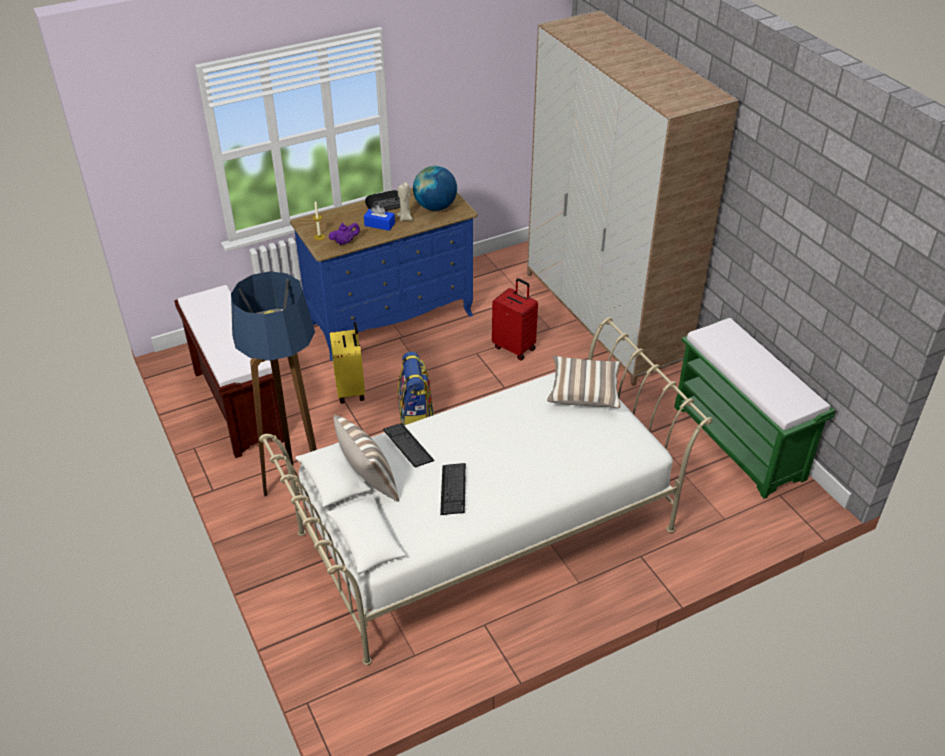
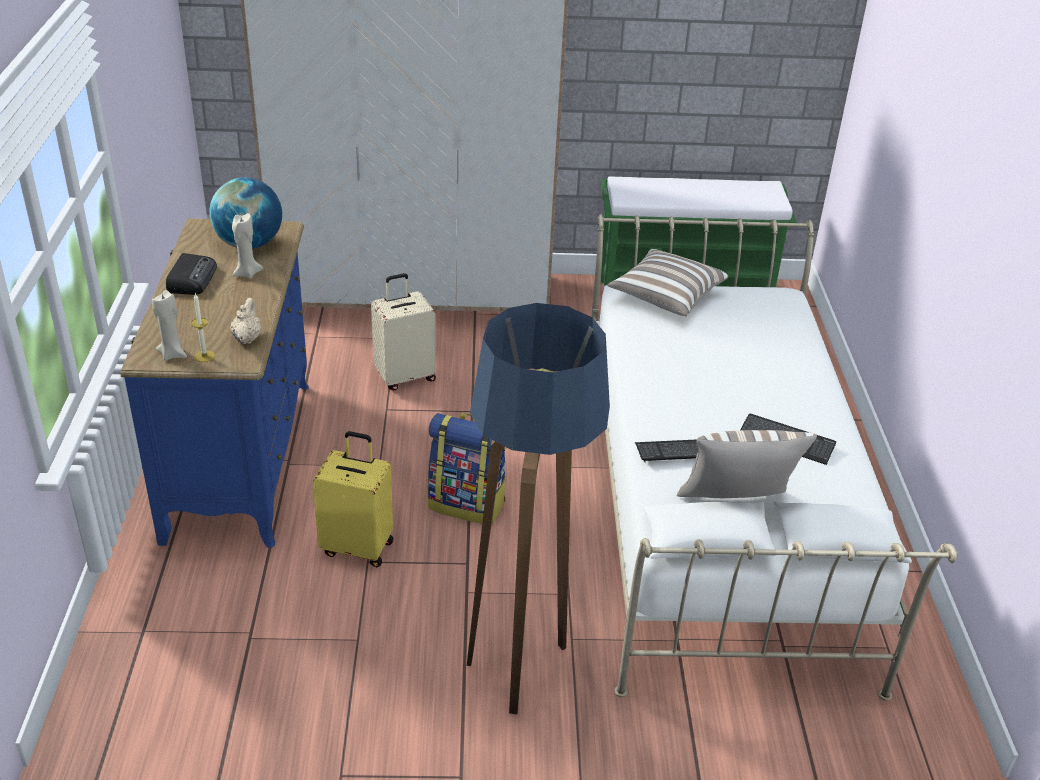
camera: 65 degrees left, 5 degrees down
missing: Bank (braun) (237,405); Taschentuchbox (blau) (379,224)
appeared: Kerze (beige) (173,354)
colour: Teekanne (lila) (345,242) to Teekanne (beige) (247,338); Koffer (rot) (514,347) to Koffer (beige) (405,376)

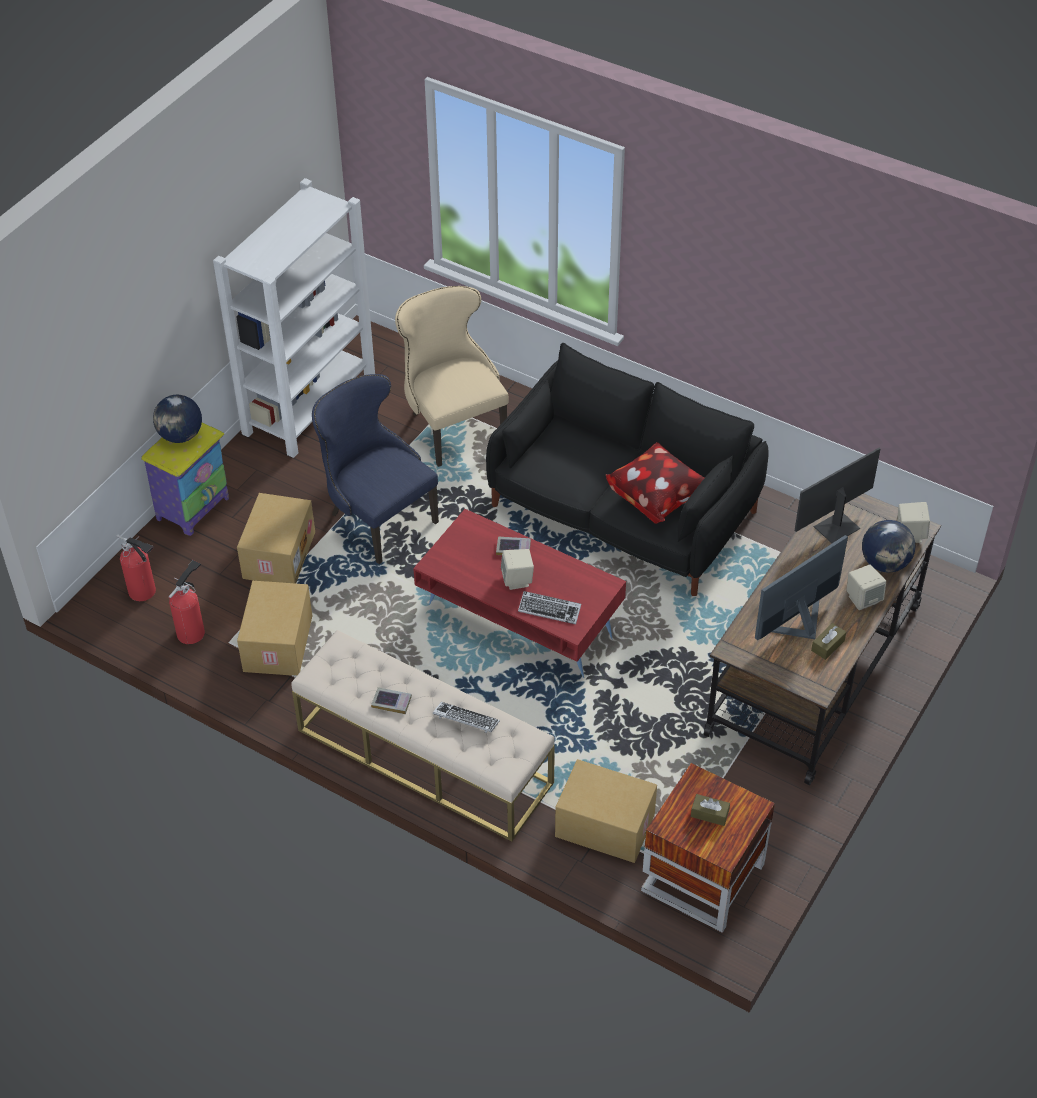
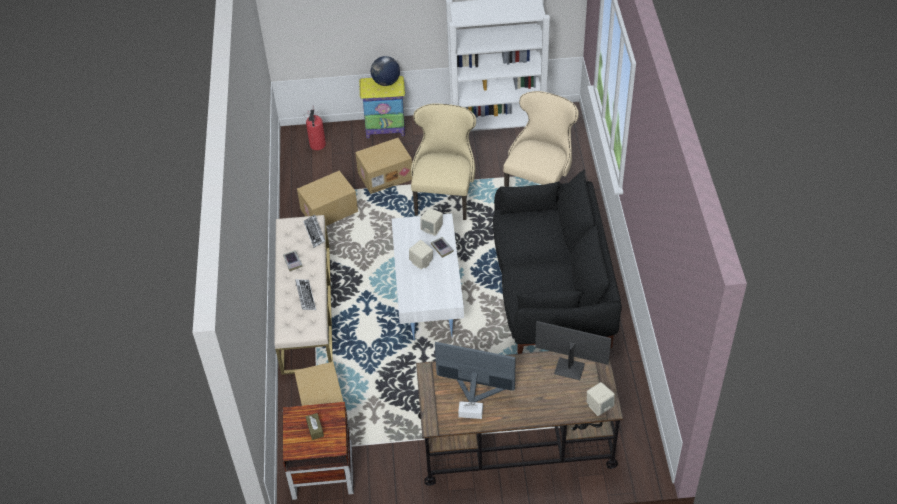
camera: 55 degrees right, 0 degrees up
missing: Feuerlöscher (193,631); Kissen (657,497); Globus (885,563)
relocated: Tastatur (549,610) to (314,233); Lautsprecher (beige) (863,599) to (432,229)
colour: Stuhl (blau) (378,519) to Stuhl (beige) (445,196); Couchtisch (rot) (520,622) to Couchtisch (weiß) (429,293); Taschentuchbox (braun) (827,645) to Taschentuchbox (weiß) (470,413)

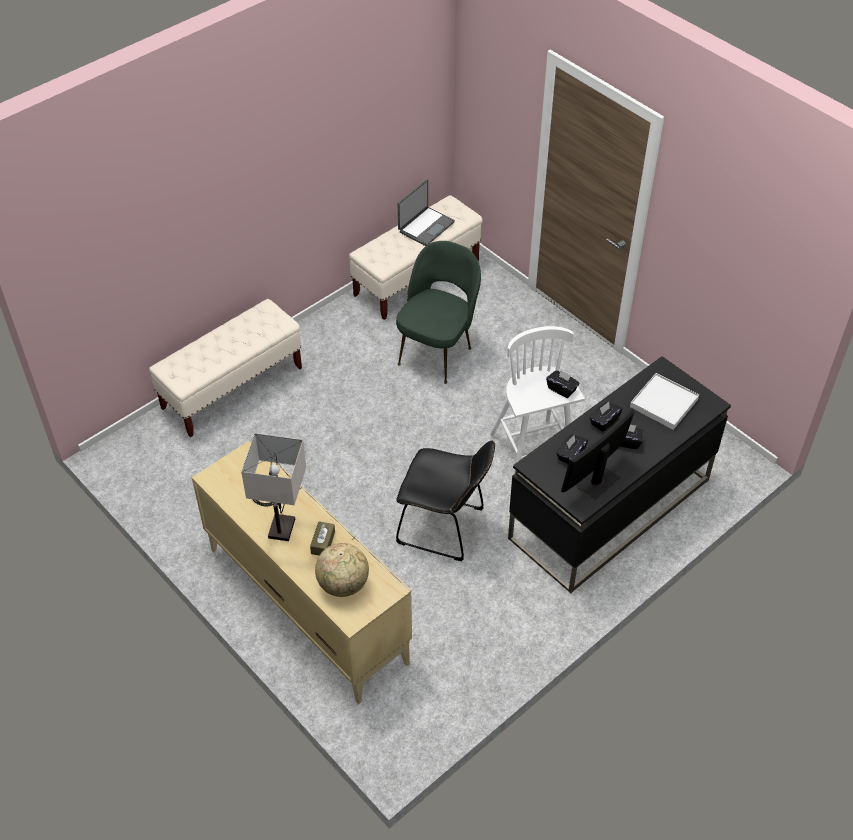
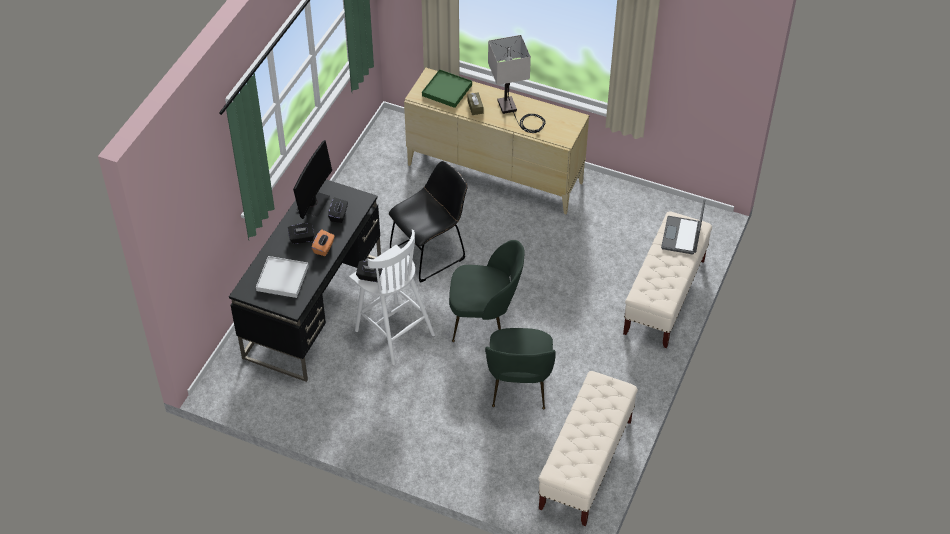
camera: 155 degrees right, 0 degrees up
appeared: Stuhl (grün) (485,324)
relocated: Laptop (425,226) to (682,236)
exchanged: Globus (343,584) to Tablett (grün) (447,90)
colour: Taschentuchbox (schwarz) (604,421) to Taschentuchbox (orange) (324,248)
spun: Stuhl (schwarz) (445,527) = (430,252) 150 degrees clockwise

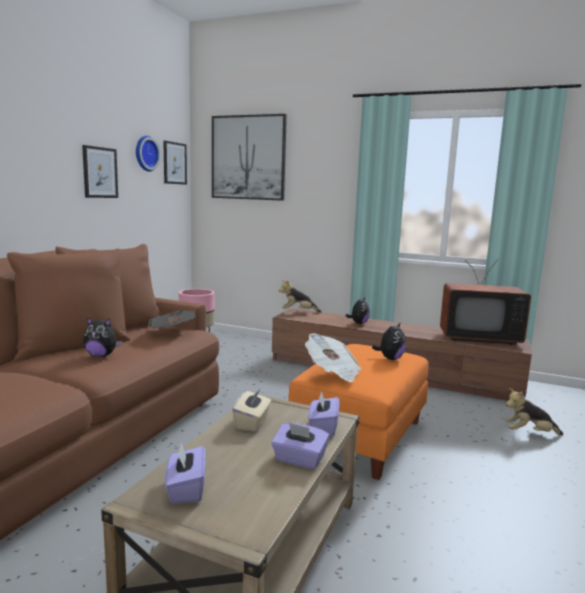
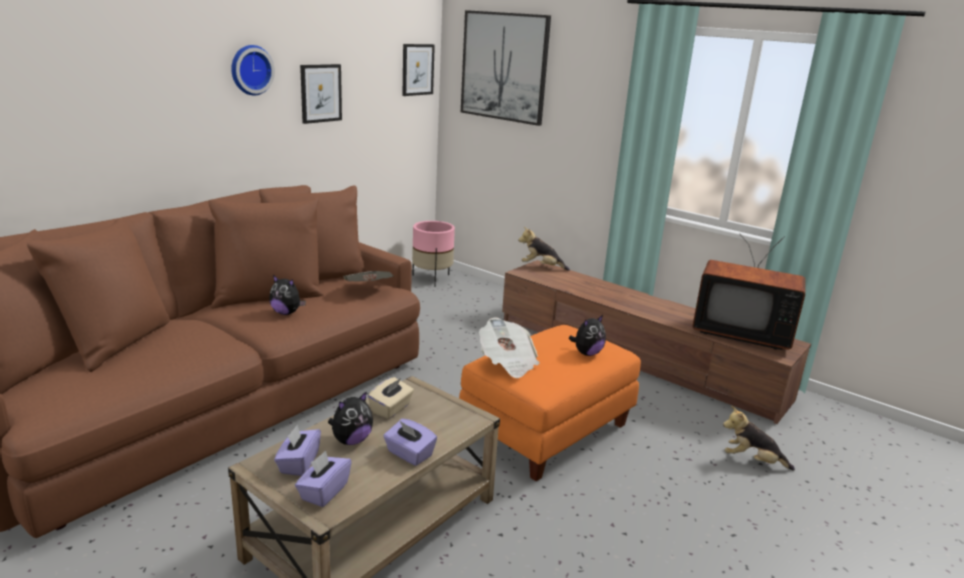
camera: 15 degrees right, 10 degrees up
relocated: Wanduhr (145,153) to (250,70); Taschentuchbox (lila) (323,427) to (324,492); Plüschtier (358,323) to (351,440)

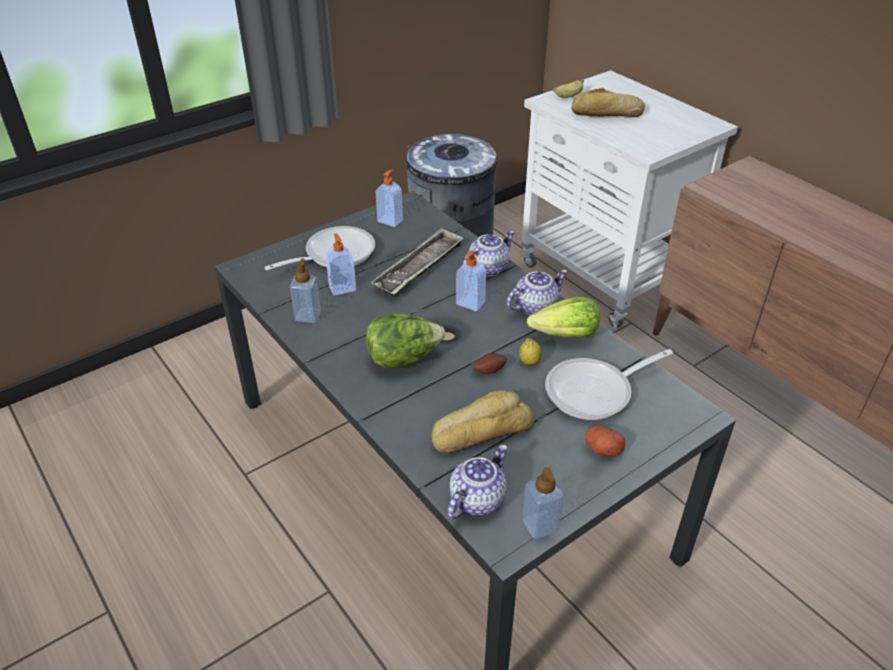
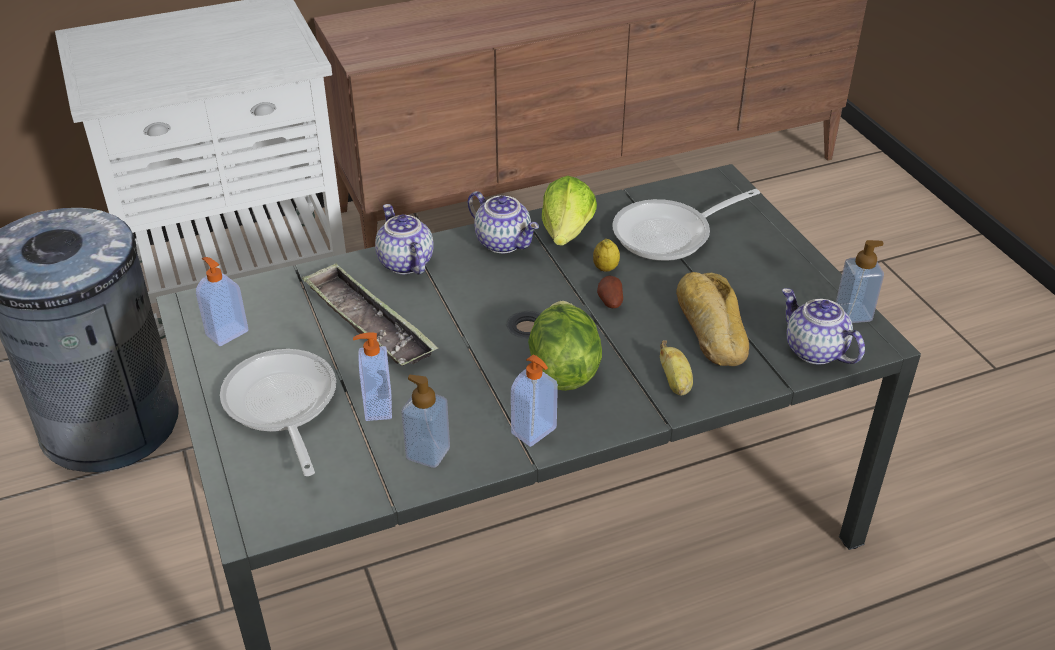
camera: 75 degrees left, 0 degrees up
missing: Brot (607,113); Kartoffel (602,449)
relocated: Seifenspender (469,304) to (535,432); Banane (568,96) to (675,383)
spun: Teekanne (535,306) = (504,242) 150 degrees clockwise; Pfanne (595,392) = (670,234) 75 degrees clockwise

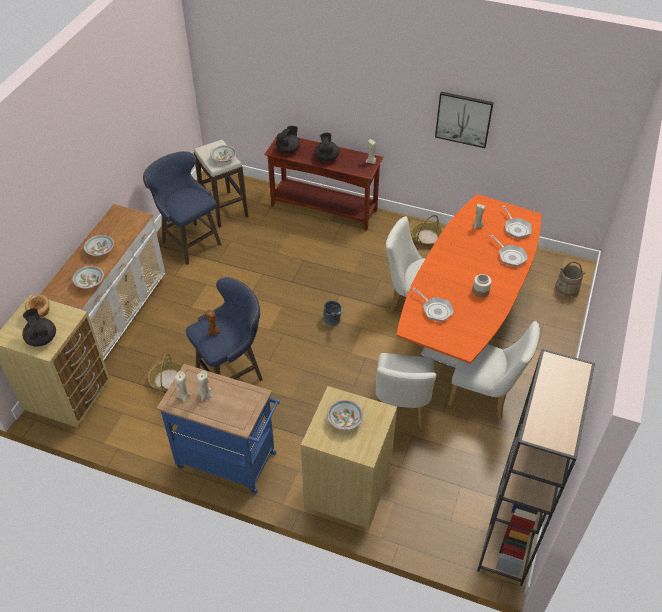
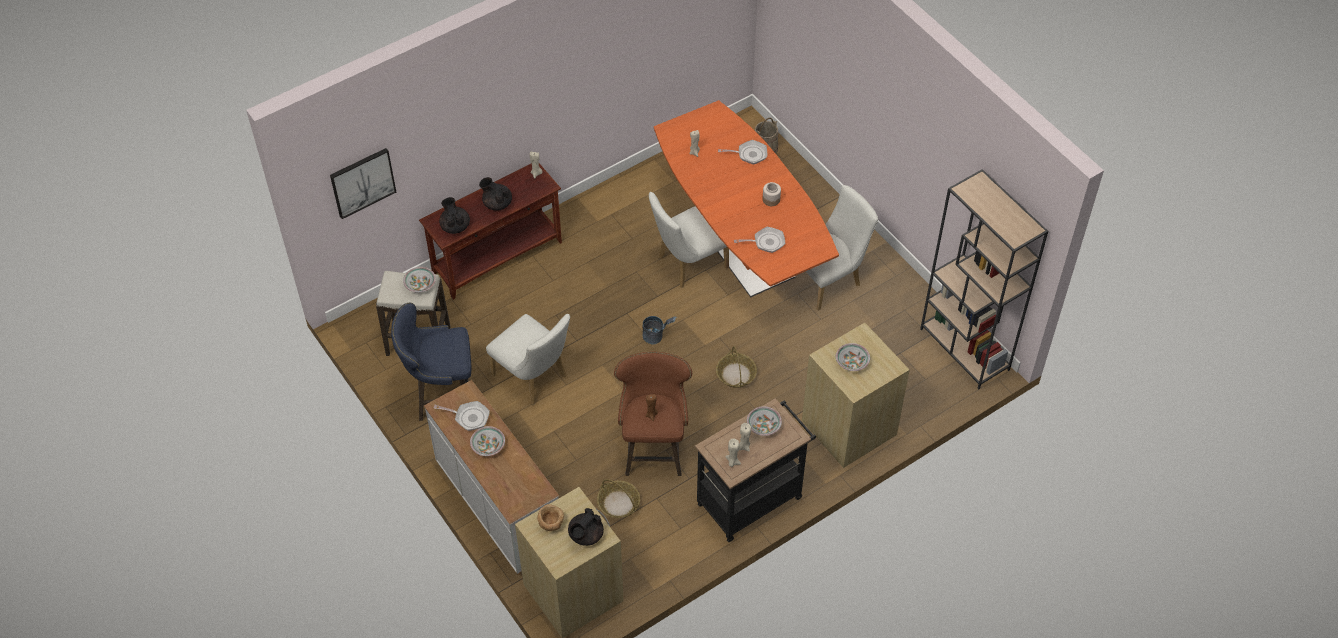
camera: 55 degrees left, 5 degrees up
relocated: Schüssel (89,282) to (763,426); Stuhl (weiß) (401,410) to (534,378); Korb (426,237) to (735,374); Bild (463,119) to (362,182); Pfanne (516,228) to (469,417)
colour: Rollwagen (blau) (229,461) to Rollwagen (schwarz) (752,500); Hocker (blau) (232,373) to Hocker (braun) (653,448)
spun: Teekanne (schwarz) (41,338) = (585,535) 60 degrees counterclockwise

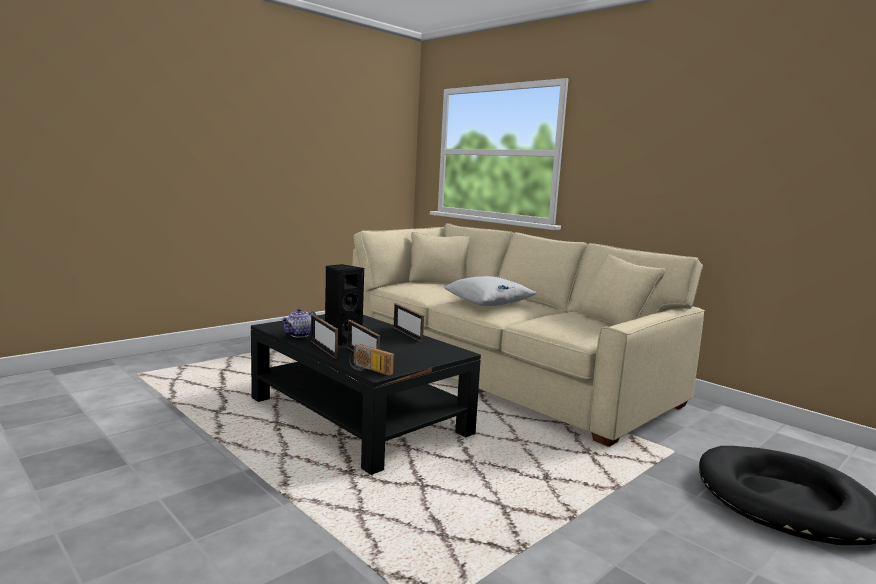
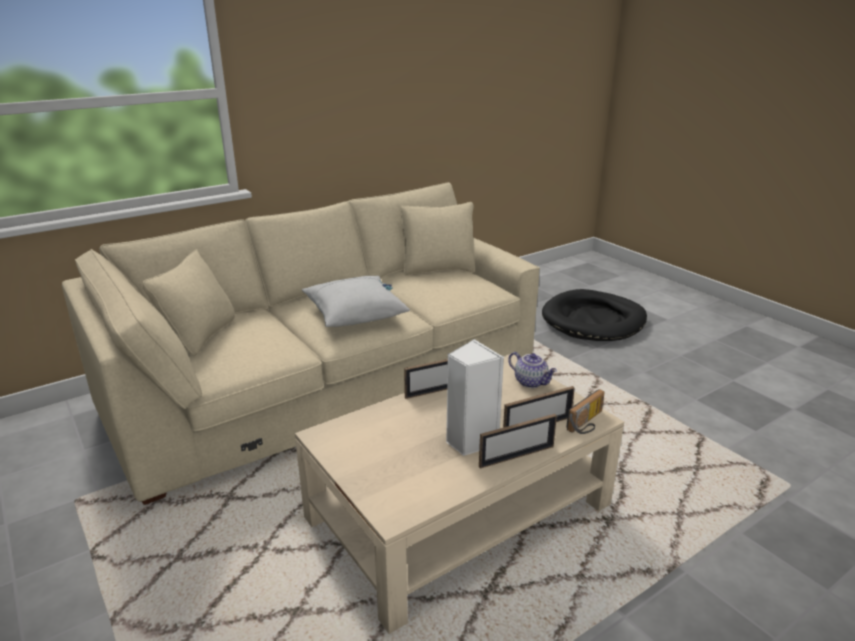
camera: 80 degrees left, 15 degrees up
relocated: Teekanne (299,335) to (531,382)
colour: Couchtisch (schwarz) (358,416) to Couchtisch (beige) (460,511); Lautsprecher (schwarz) (341,340) to Lautsprecher (weiß) (470,441)

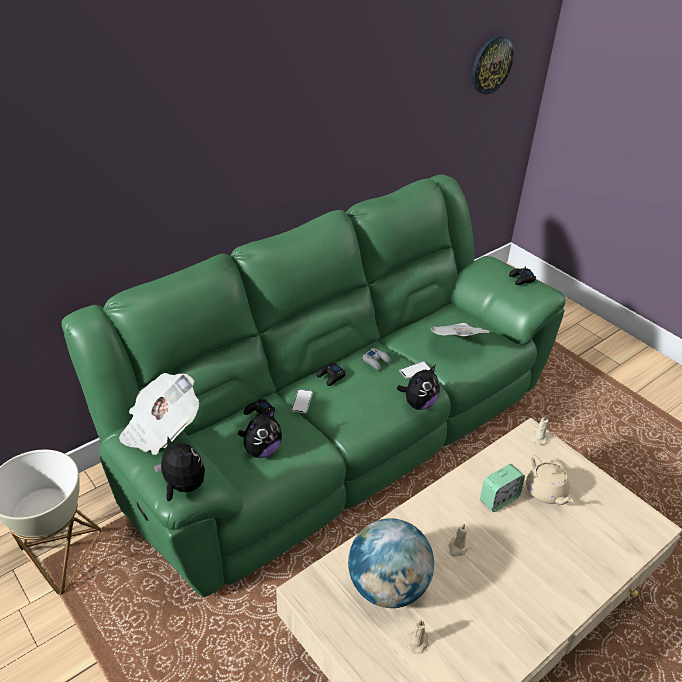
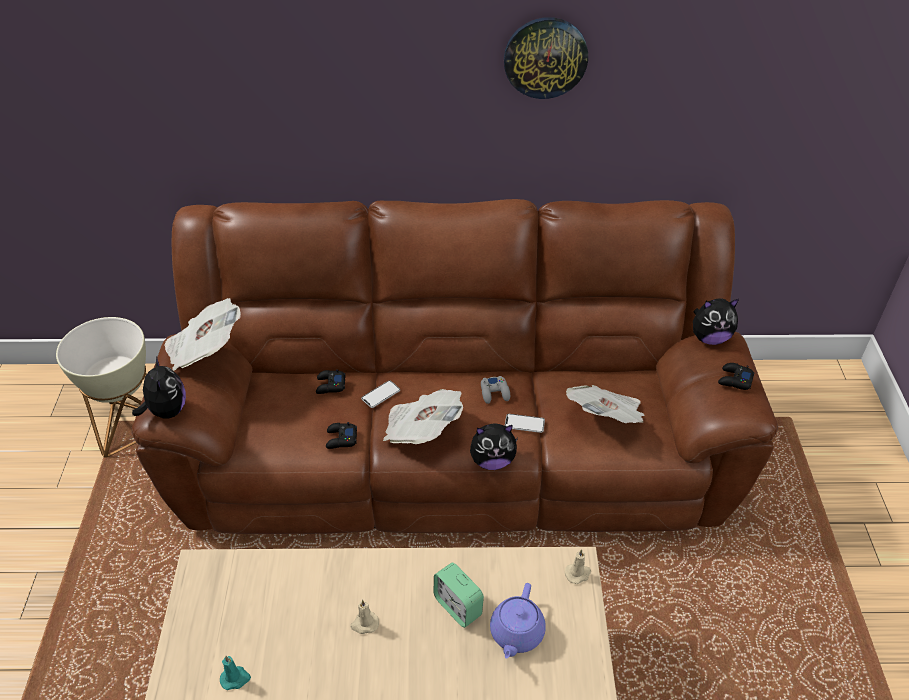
camera: 40 degrees right, 5 degrees up
missing: Globus (387,586)
appeared: Zeitung (421,430)
relocated: Plüschtier (261,450) to (709,338); Gamepad (schwarz) (331,377) to (341,439); Wanduhr (491,65) to (545,57)
colour: Sofa (grün) (337,429) to Sofa (braun) (454,448); Kerze (beige) (417,641) to Kerze (türkis) (235,678); Teekanne (beige) (546,492) to Teekanne (lila) (516,633)
spun: Wecker (498,499) = (458,606) 45 degrees clockwise

